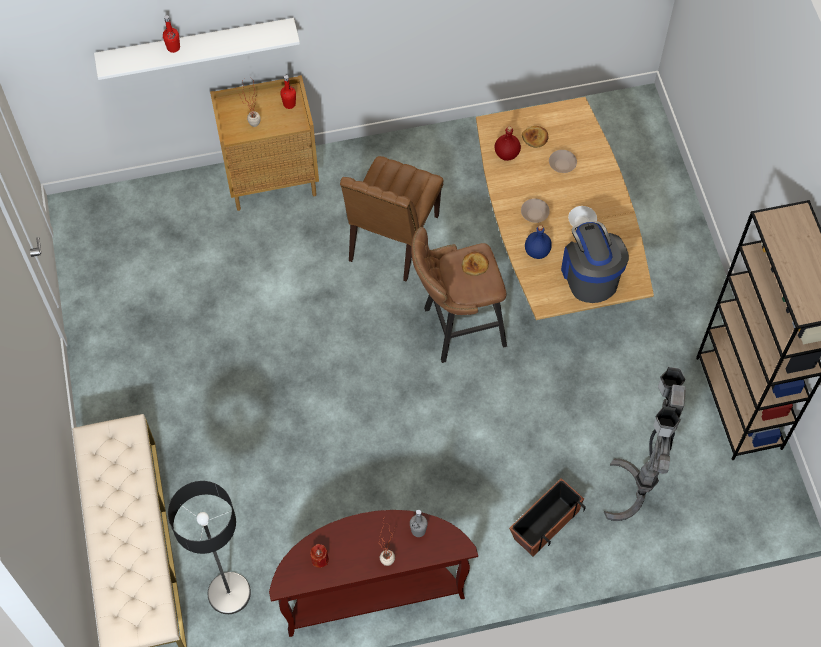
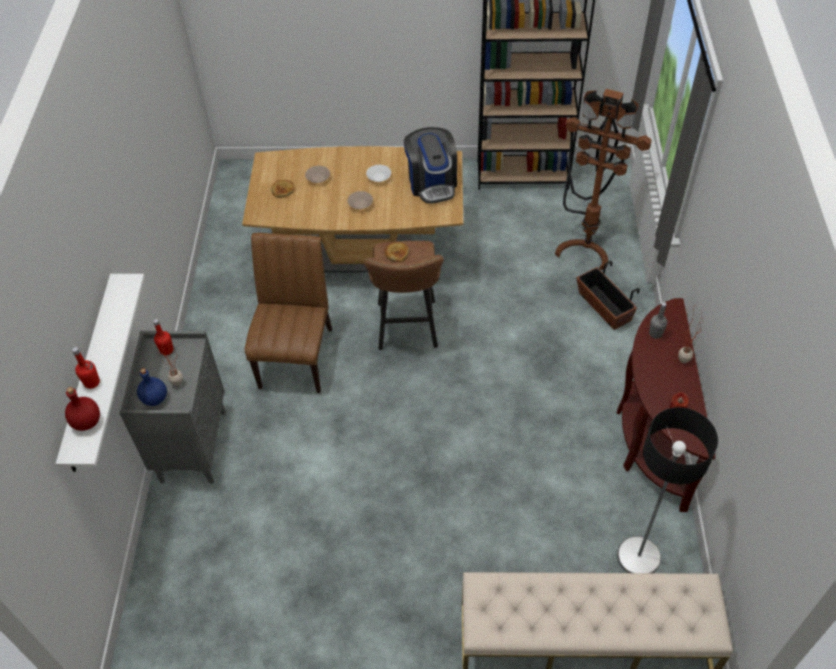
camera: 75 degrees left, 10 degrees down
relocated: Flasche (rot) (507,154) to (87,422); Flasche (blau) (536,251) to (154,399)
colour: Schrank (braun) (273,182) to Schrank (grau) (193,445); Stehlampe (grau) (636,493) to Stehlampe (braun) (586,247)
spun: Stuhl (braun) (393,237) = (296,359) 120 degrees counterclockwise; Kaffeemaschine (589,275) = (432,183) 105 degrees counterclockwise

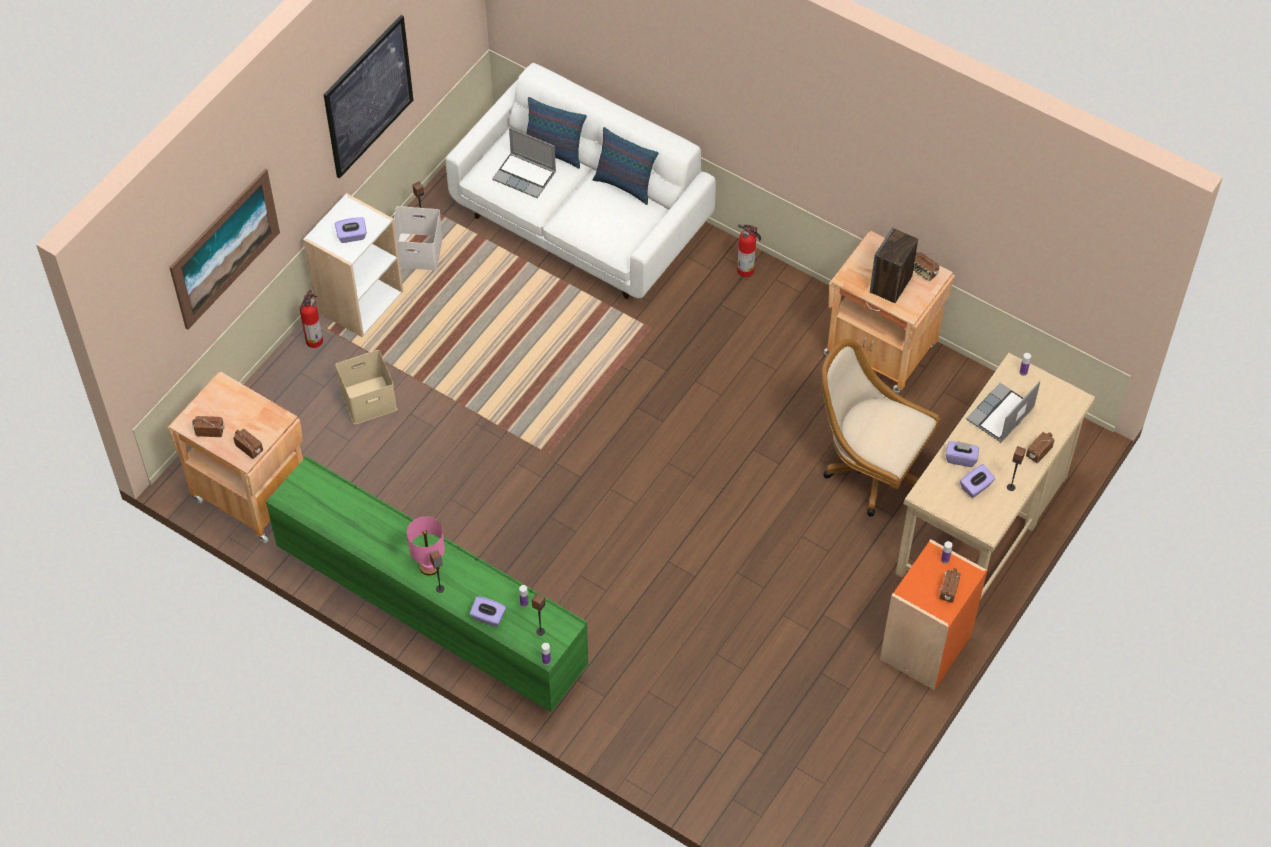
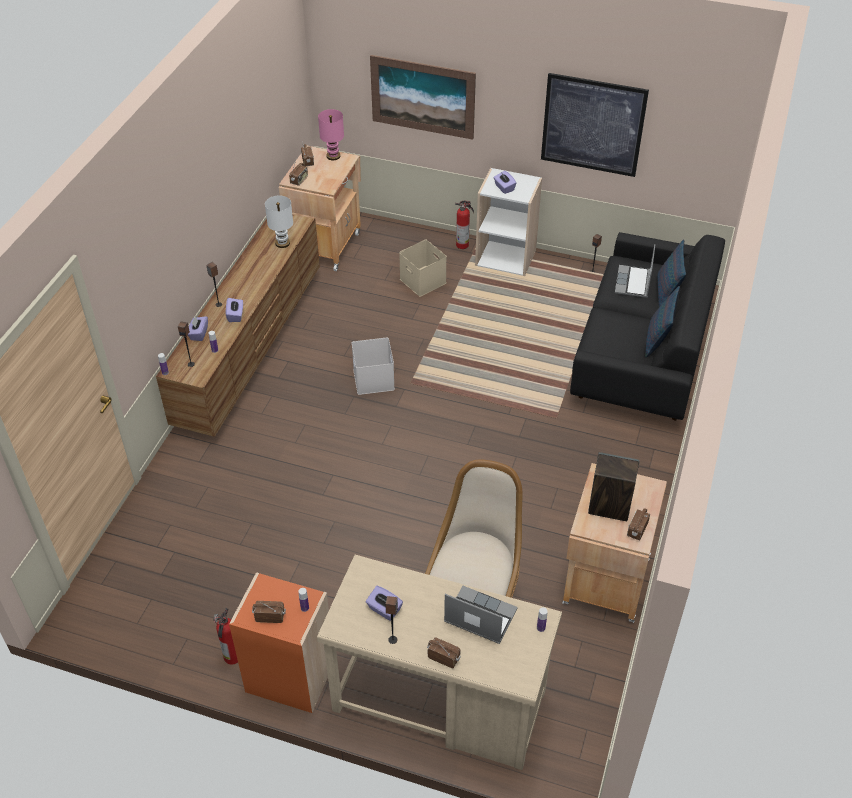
camera: 75 degrees right, 10 degrees down
appeared: Tischlampe (weiß) (283,243)
relocated: Aufbewahrungsbox (weiß) (417,253) to (372,378); Tischlampe (rosa) (429,566) to (333,156); Feuerlöscher (746,271) to (232,658); Taschentuchbox (lila) (961,458) to (235,315)
colour: Schrank (grün) (431,614) to Schrank (braun) (250,351); Sofa (weiß) (581,221) to Sofa (schwarz) (641,355)

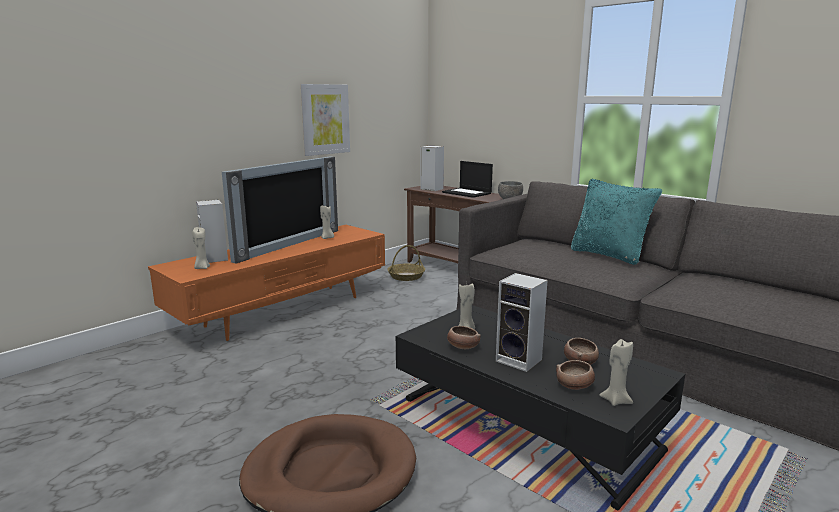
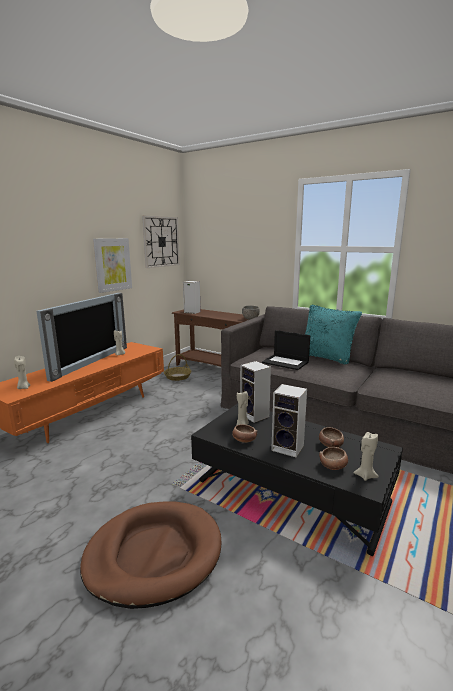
camera: 10 degrees left, 0 degrees up
appeared: Wanduhr (161,242)
relocated: Lautsprecher (216,259) to (255,416); Laptop (467,193) to (286,362)

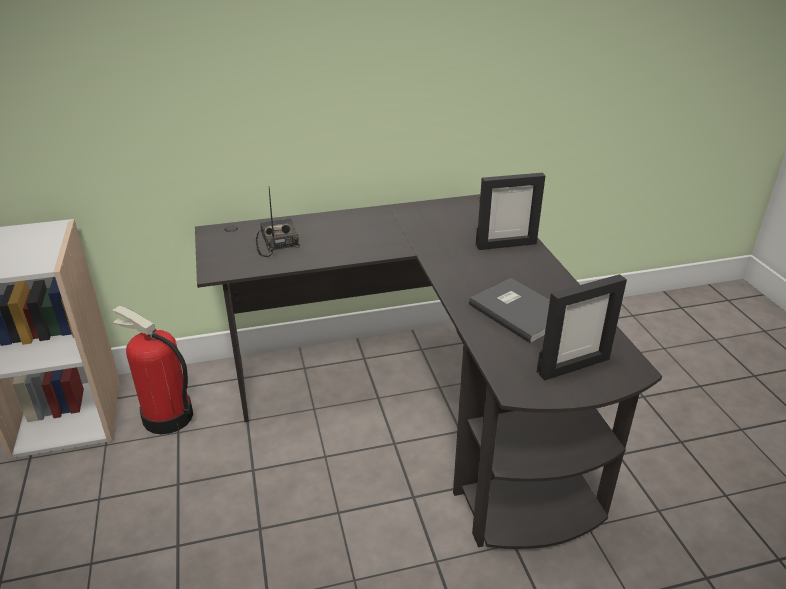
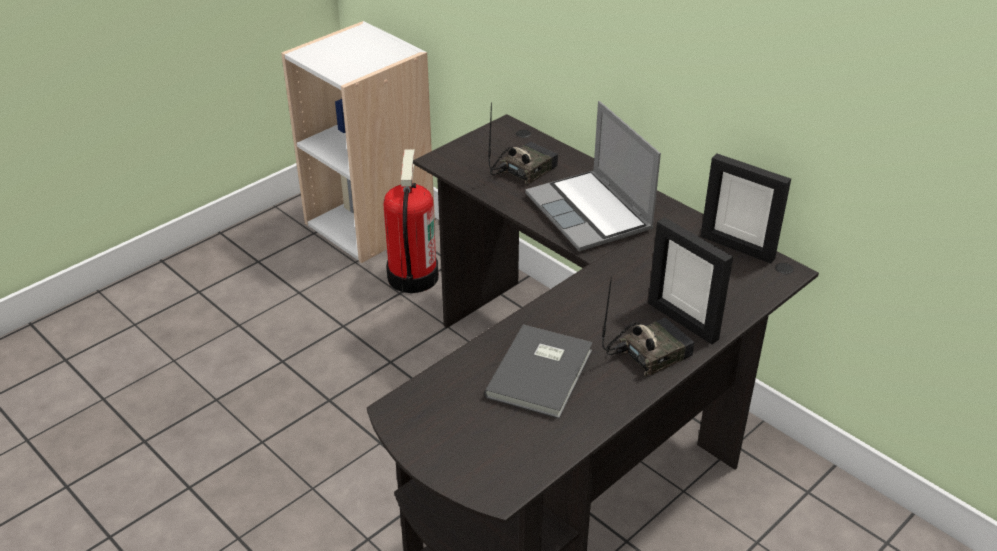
camera: 60 degrees right, 5 degrees up
appeared: Laptop (591,213); Radio (648,352)
relocated: Bilderrahmen (573,365) to (738,246)

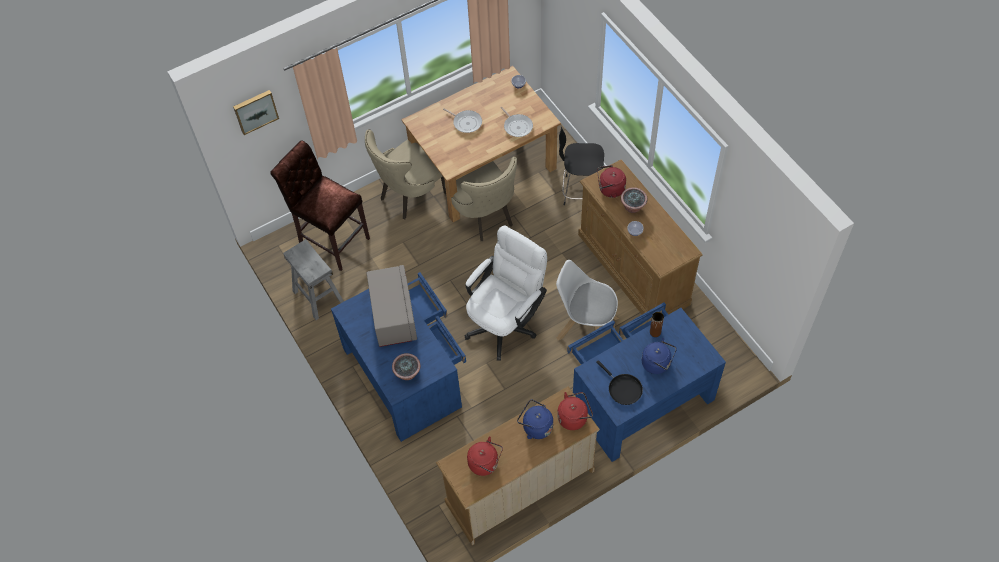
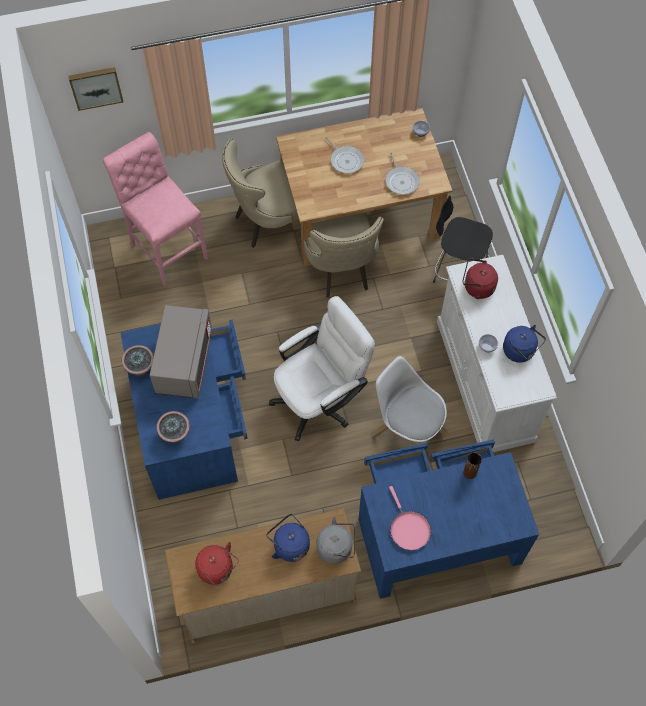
camera: 15 degrees right, 5 degrees up
missing: Hocker (grau) (318,296)
relocated: Topfpflanze (633,207) to (140,368); Wasserkessel (blau) (657,363) to (520,351)
colour: Hocker (braun) (331,240) to Hocker (rosa) (167,248); Wasserkessel (rot) (574,417) to Wasserkessel (grau) (337,547); Schrank (braun) (633,269) to Schrank (weiß) (484,381); Pfanne (schwarz) (623,388) to Pfanne (rosa) (408,528)

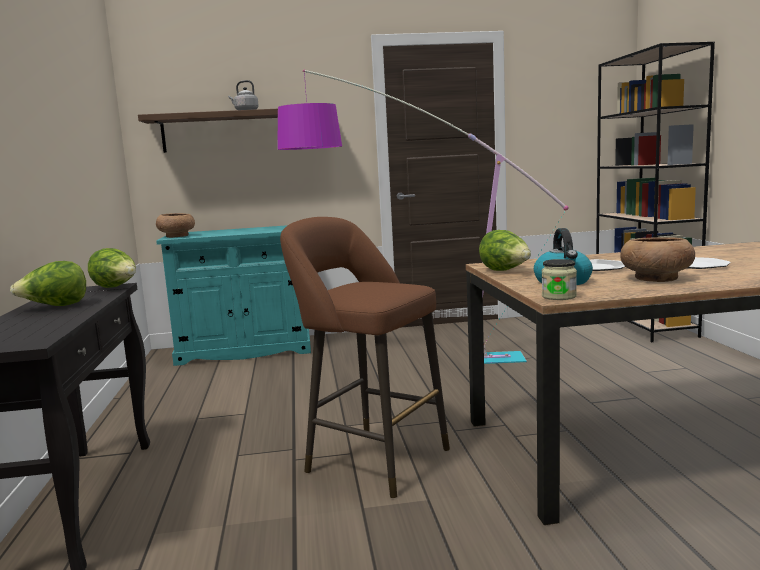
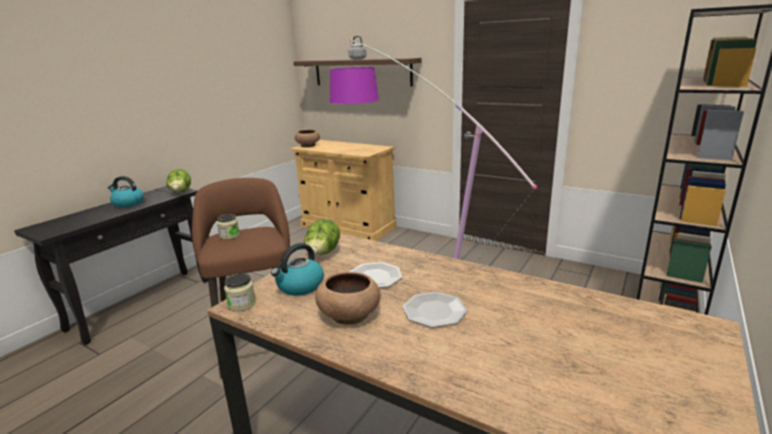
camera: 40 degrees right, 10 degrees up
appeared: Vorratsglas (229,236)
exchanged: Salatkopf (55,307) to Wasserkessel (128,203)
colour: Schrank (türkis) (245,350) to Schrank (beige) (348,227)

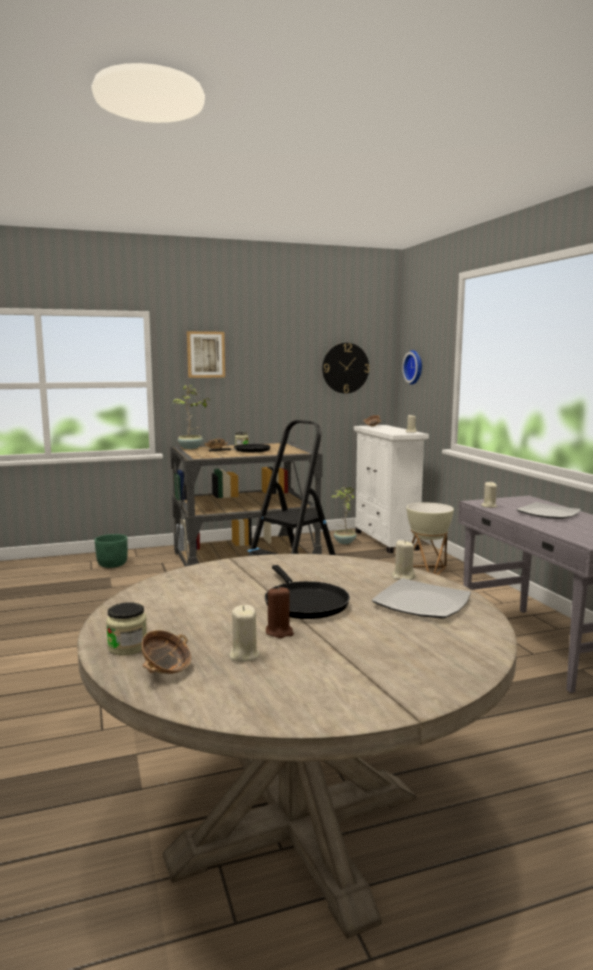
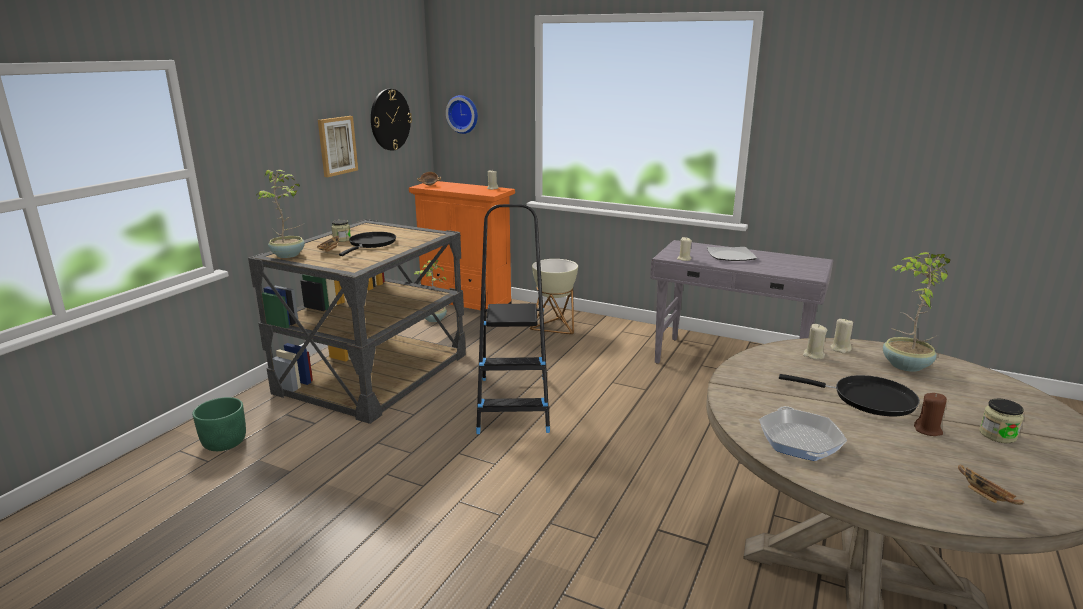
camera: 45 degrees left, 10 degrees up
appeared: Pfanne (799,440)
relocated: Vorratsglas (127,647) to (997,435); Bild (205,354) to (337,146); Kerze (beige) (244,655) to (813,355)
exchanged: Teller (422,603) to Topfpflanze (904,365)
colour: Schrank (weiß) (387,541) to Schrank (orange) (468,306)

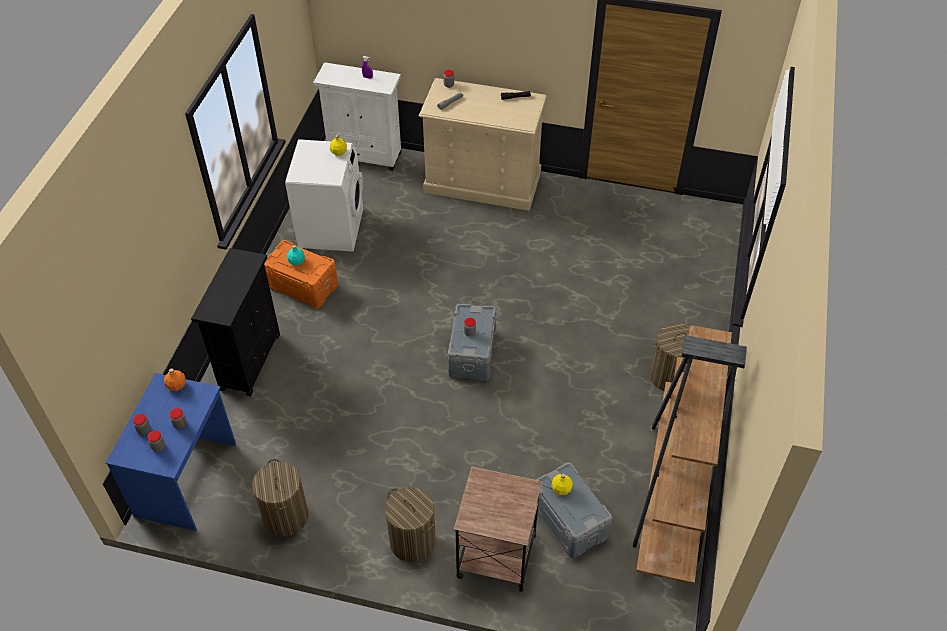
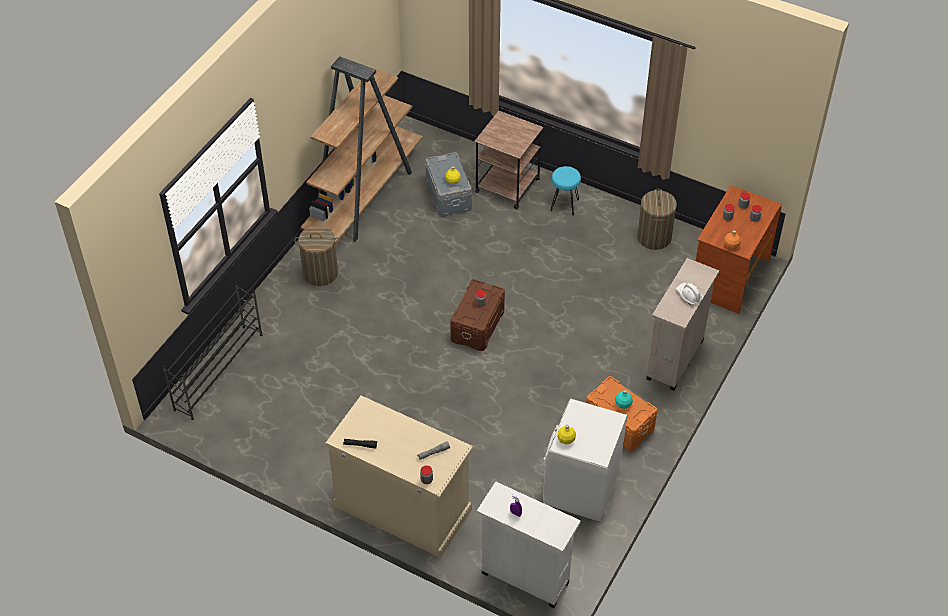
camera: 165 degrees left, 0 degrees up
appeared: Schuhregal (schwarz) (219,371); Schutzhelm (weiß) (688,295)
exchanged: Wäschekorb (412,541) to Hocker (türkis) (564,204)
colour: Schreibtisch (blau) (187,480) to Schreibtisch (braun) (729,276); Schrank (schwarz) (250,360) to Schrank (beige) (675,360); Aufbewahrungsbox (grau) (471,353) to Aufbewahrungsbox (braun) (478,326)

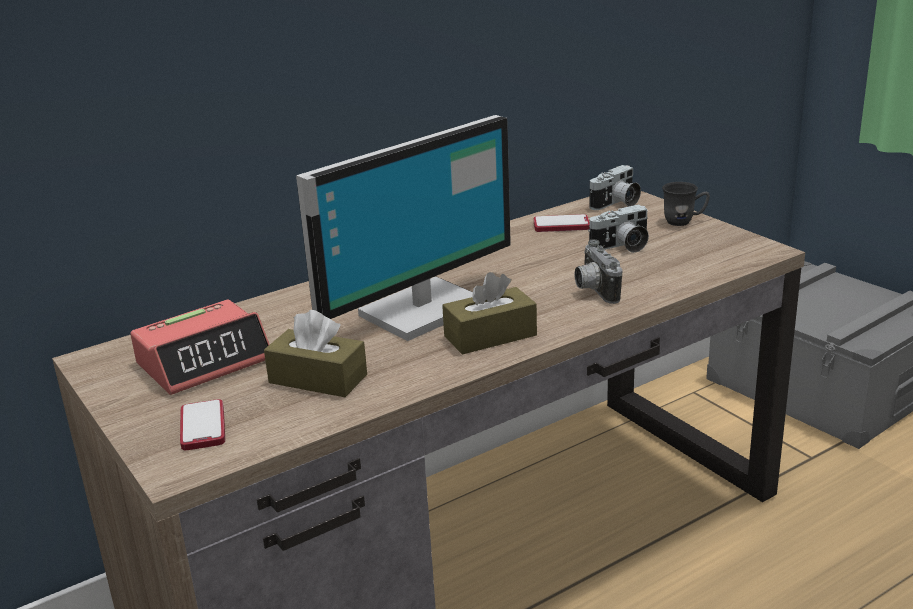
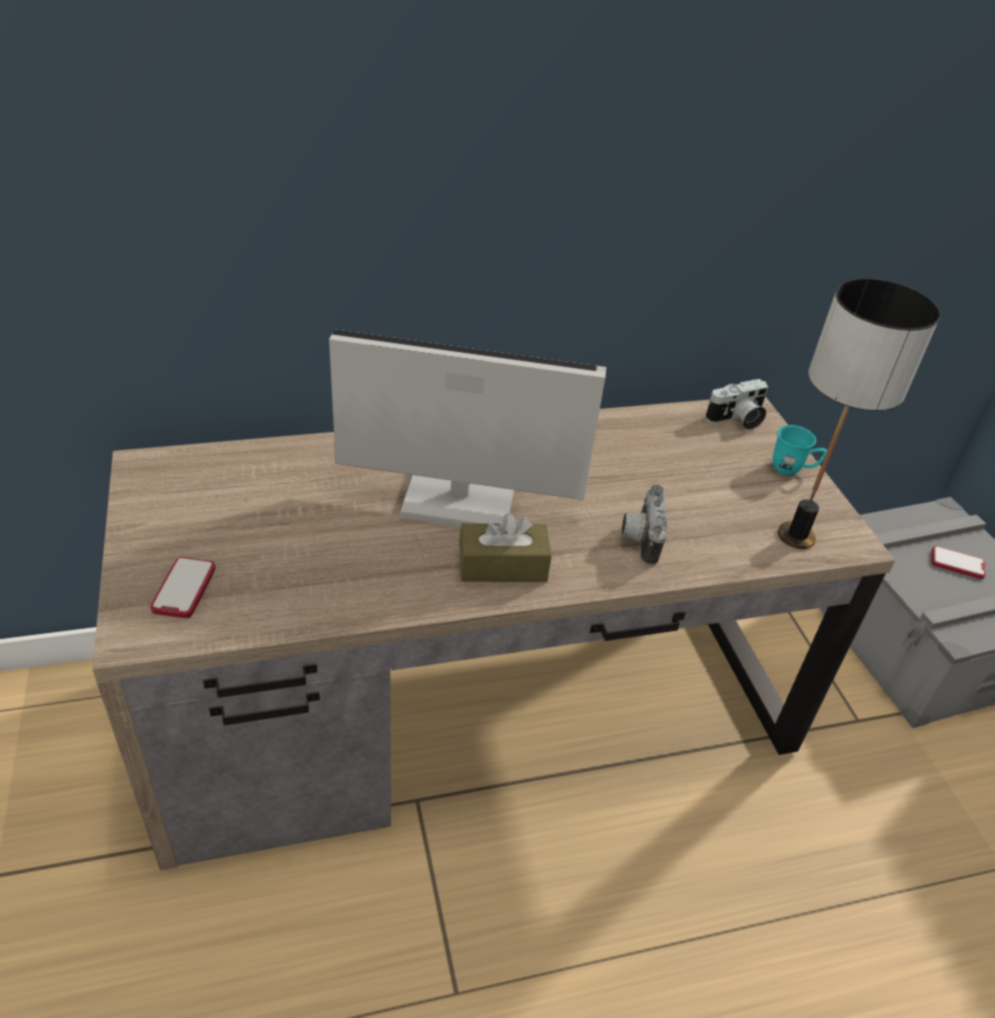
camera: 15 degrees right, 15 degrees up
missing: Wecker (205,361); Taschentuchbox (braun) (318,379); Kamera (622,247)
appeared: Tischlampe (795,536)
relocated: Handy (561,225) to (957,564)
colour: Henkelbecher (grau) (684,221) to Henkelbecher (türkis) (792,469)
spun: Monitor (419,309) = (458,503) 150 degrees counterclockwise

